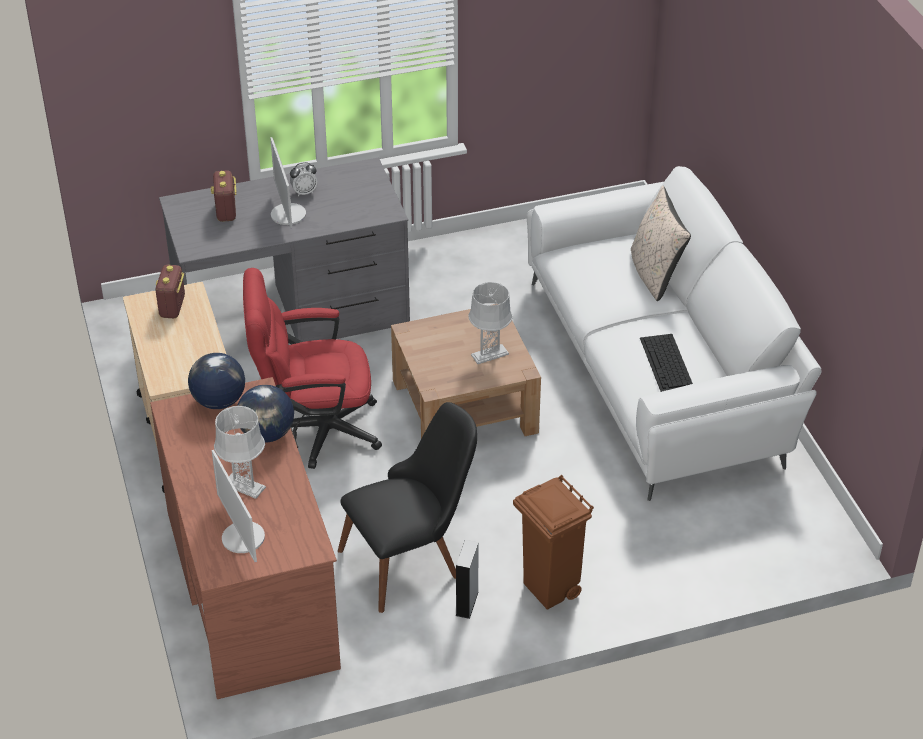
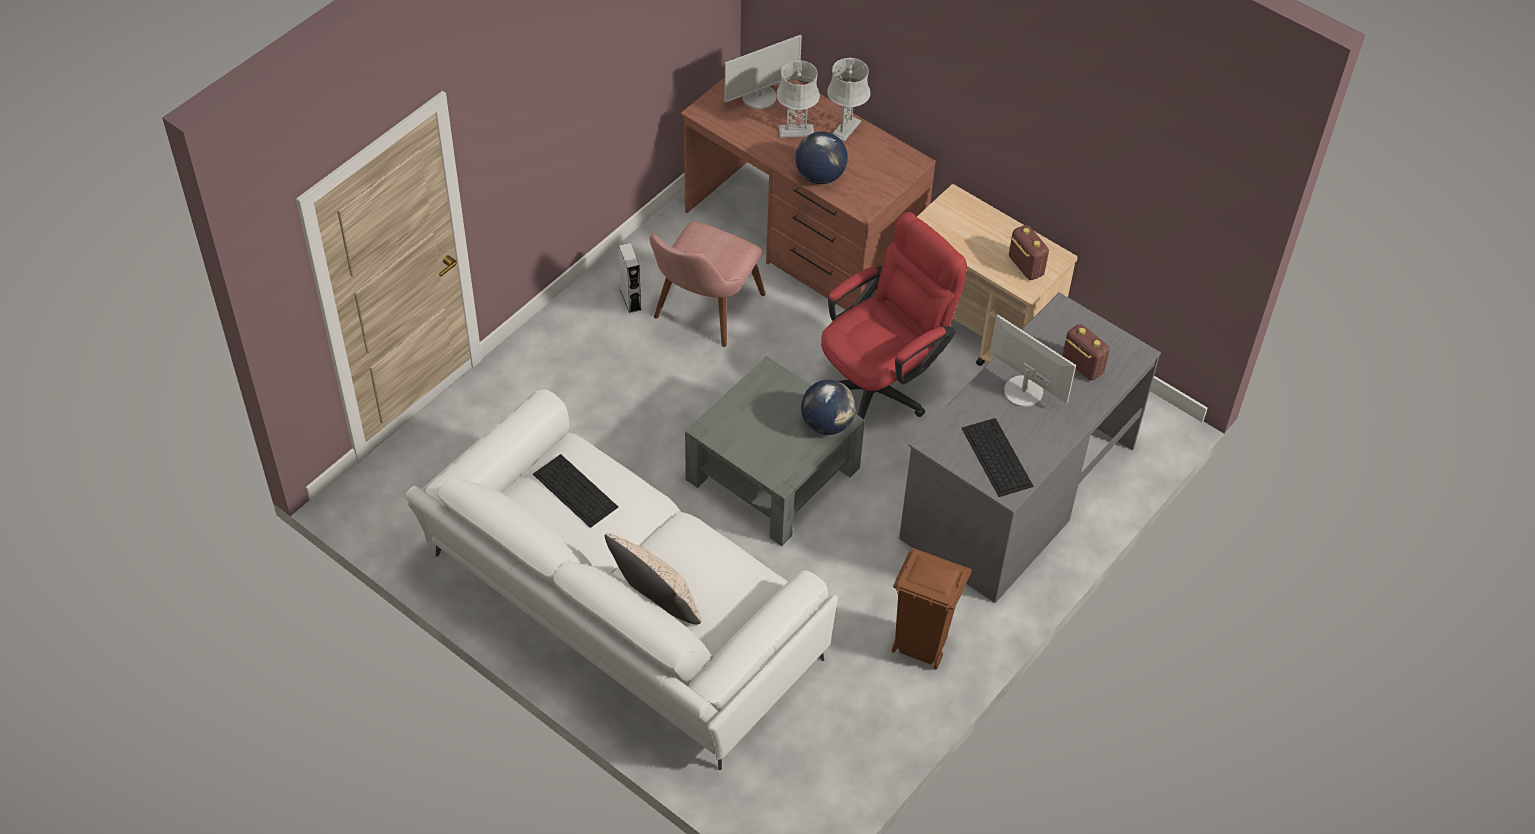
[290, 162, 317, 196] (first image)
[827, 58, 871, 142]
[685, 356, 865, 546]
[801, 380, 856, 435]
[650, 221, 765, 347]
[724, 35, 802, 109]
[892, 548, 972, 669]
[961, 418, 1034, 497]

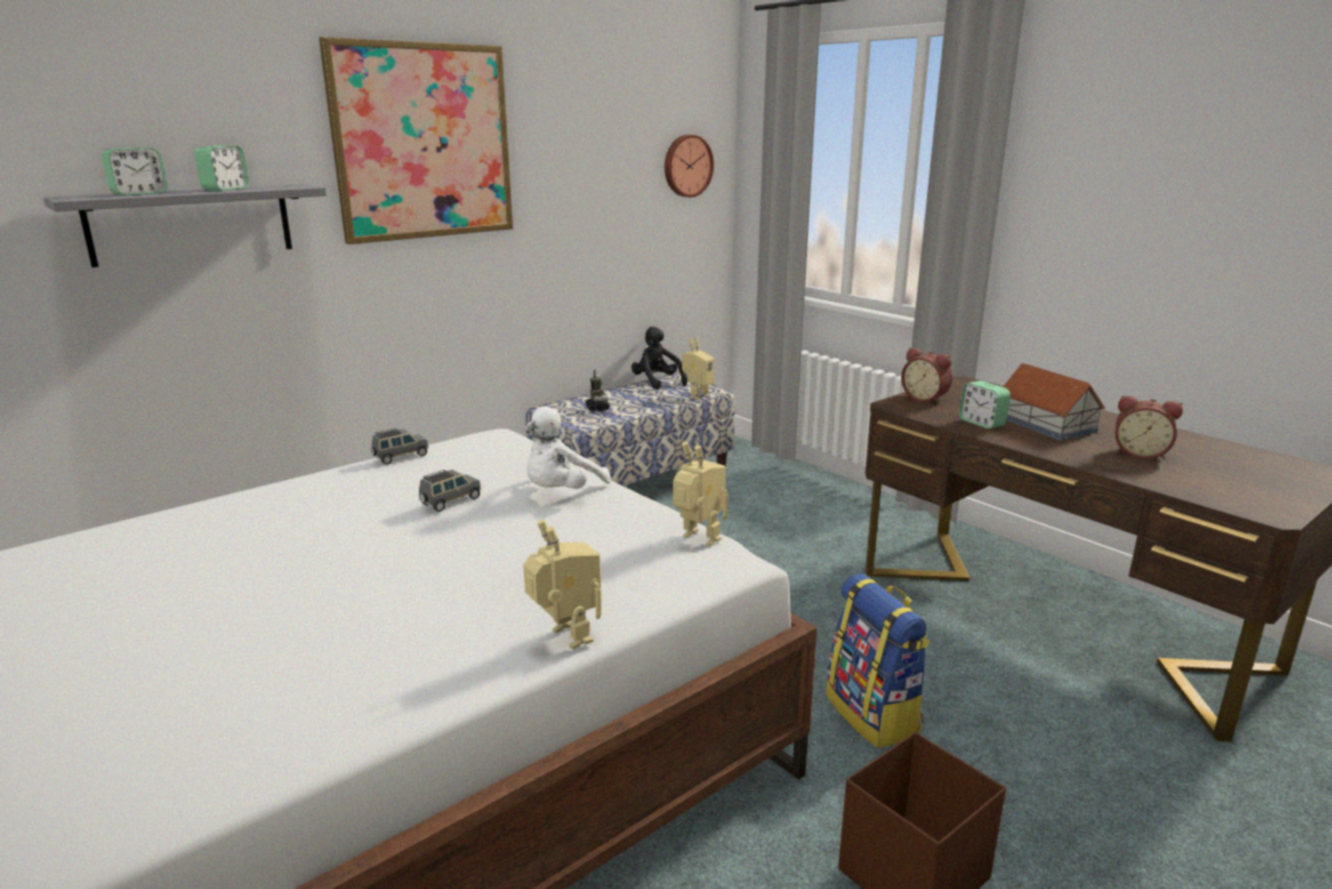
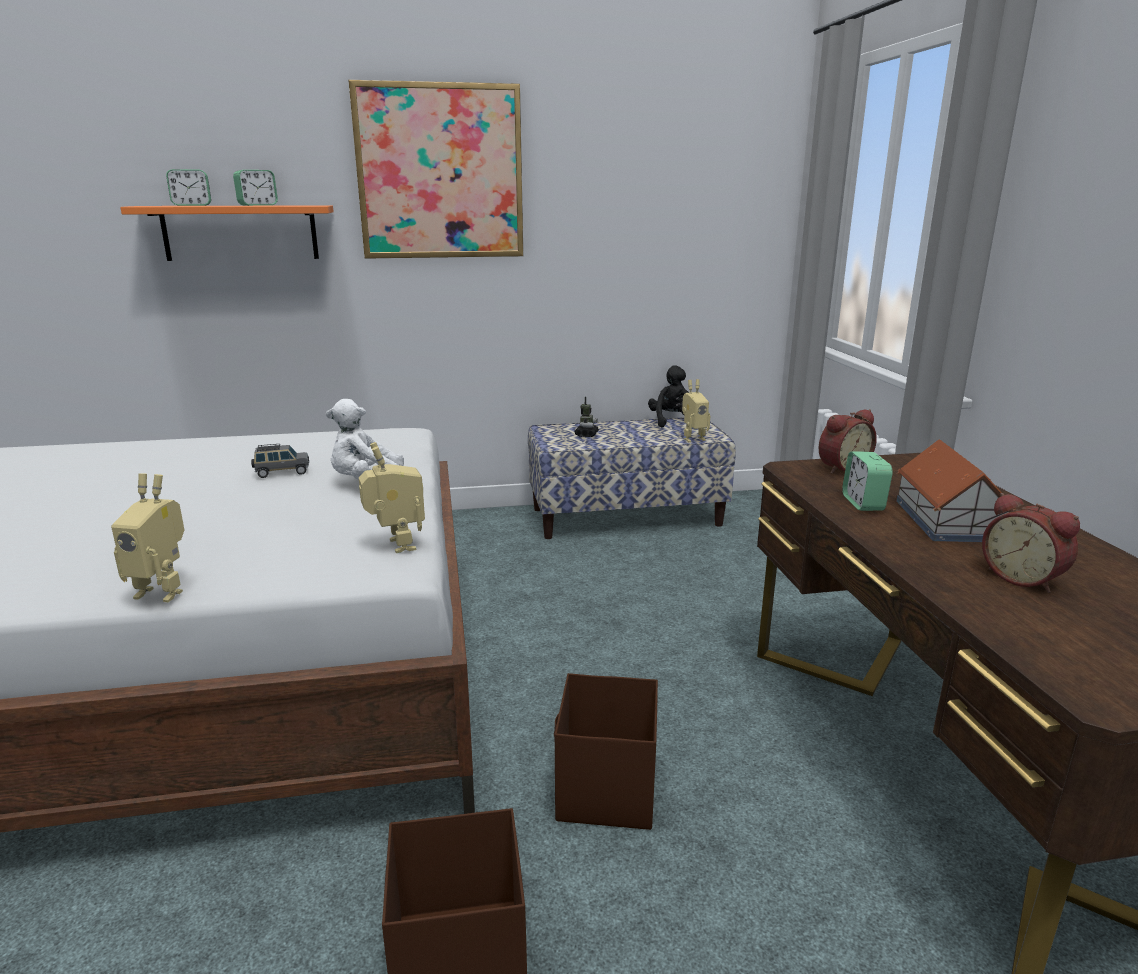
[664, 135, 714, 197] (first image)
[120, 205, 334, 261]
[819, 409, 877, 474]
[371, 428, 429, 465] (first image)
[111, 473, 184, 602]
[554, 673, 658, 830]

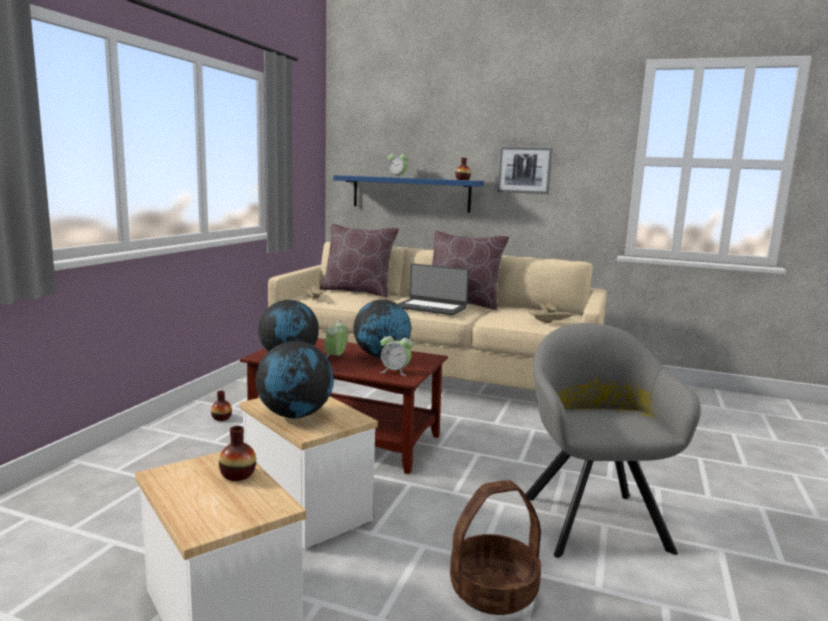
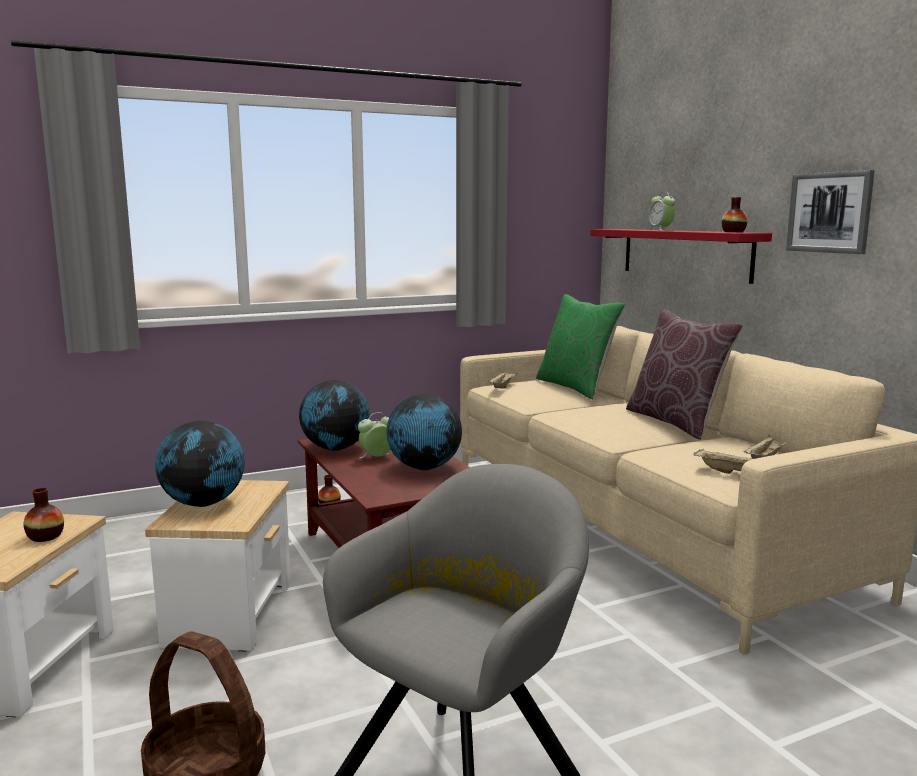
[590, 229, 772, 284]
[536, 294, 625, 399]
[398, 263, 469, 315] (first image)
[380, 332, 413, 376] (first image)

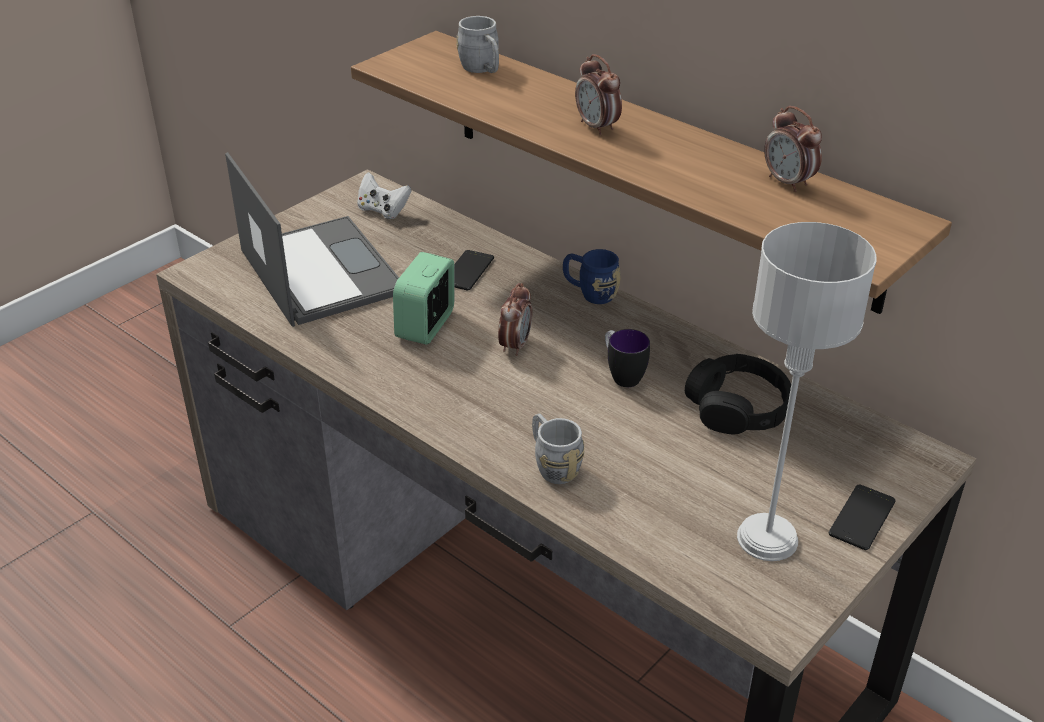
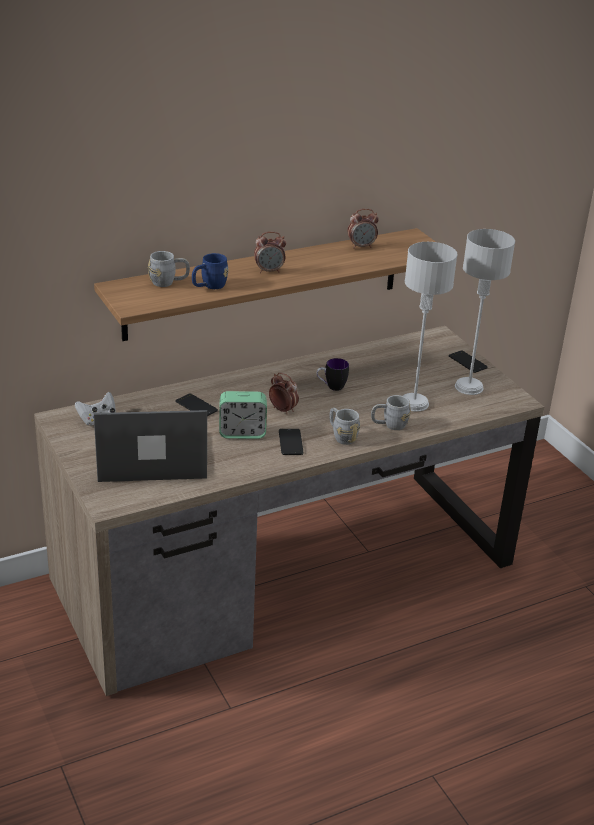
[192, 253, 229, 289]
[219, 391, 267, 439]
[685, 354, 791, 435] (first image)
[403, 242, 458, 412]
[329, 407, 360, 445]
[279, 429, 304, 455]

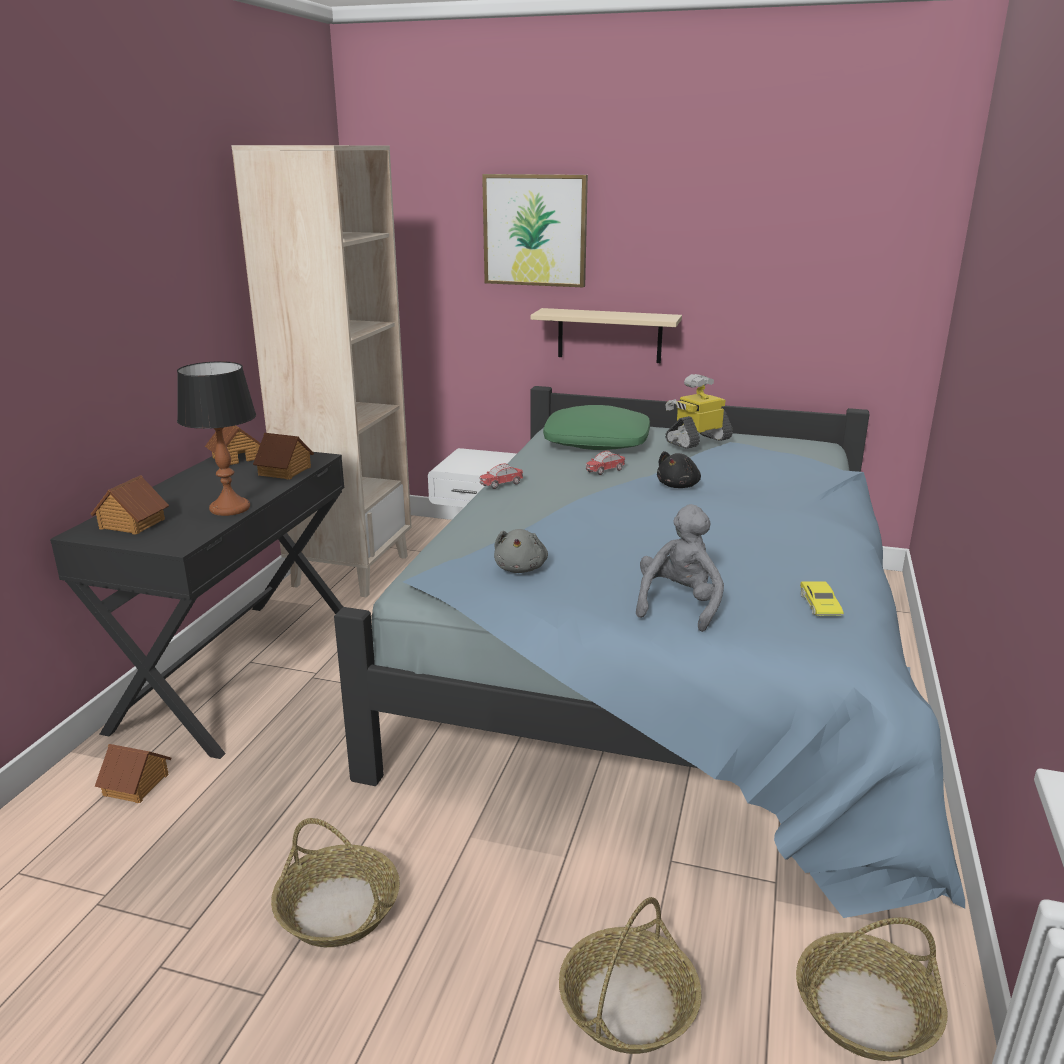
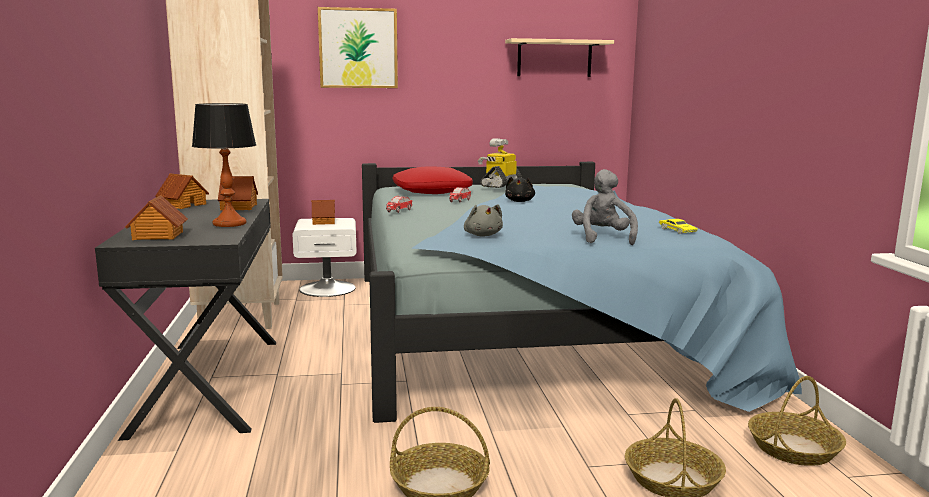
[505, 38, 614, 77]
[393, 166, 473, 194]
[311, 200, 335, 225]

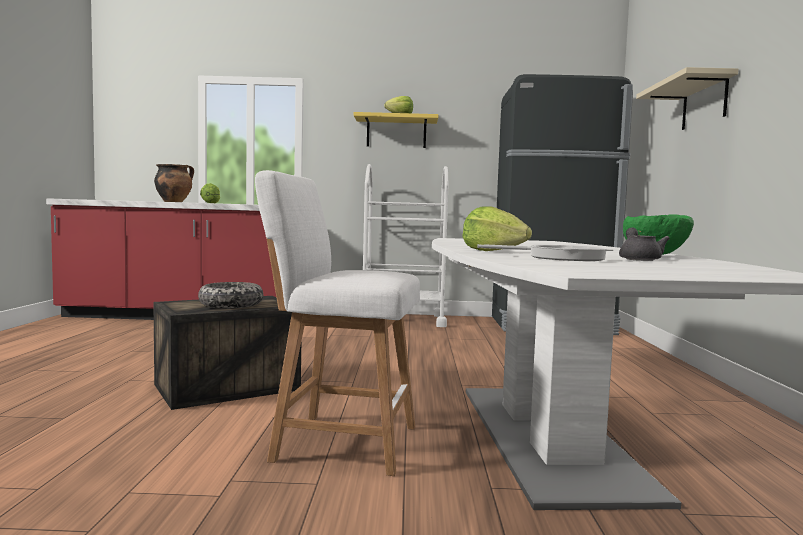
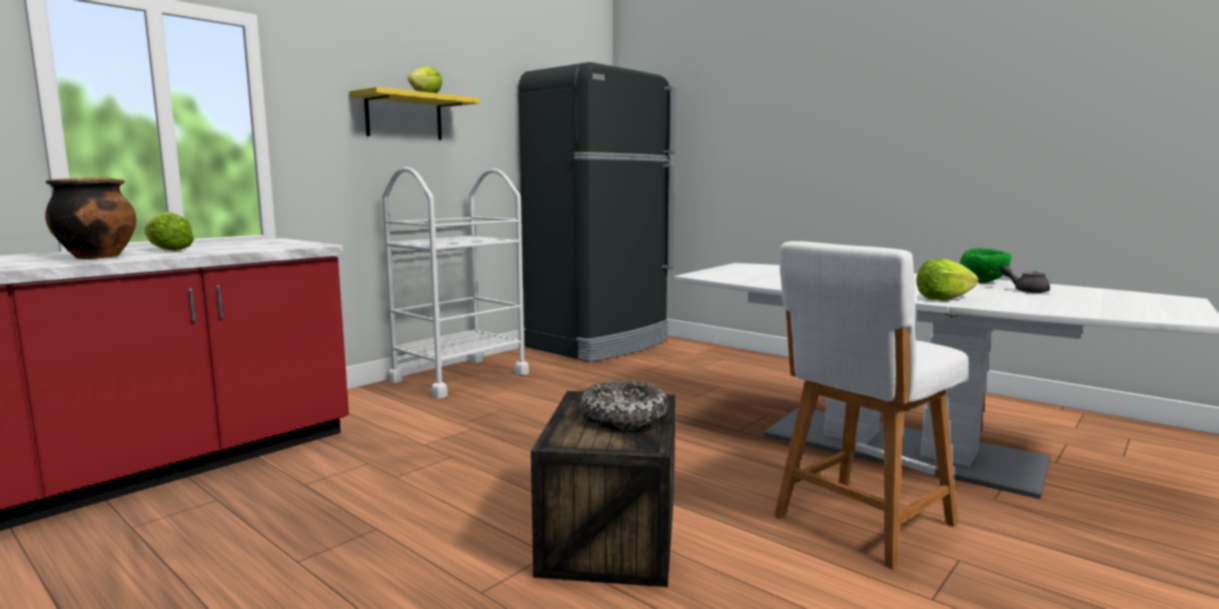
[636, 67, 739, 130] (first image)
[477, 244, 614, 261] (first image)

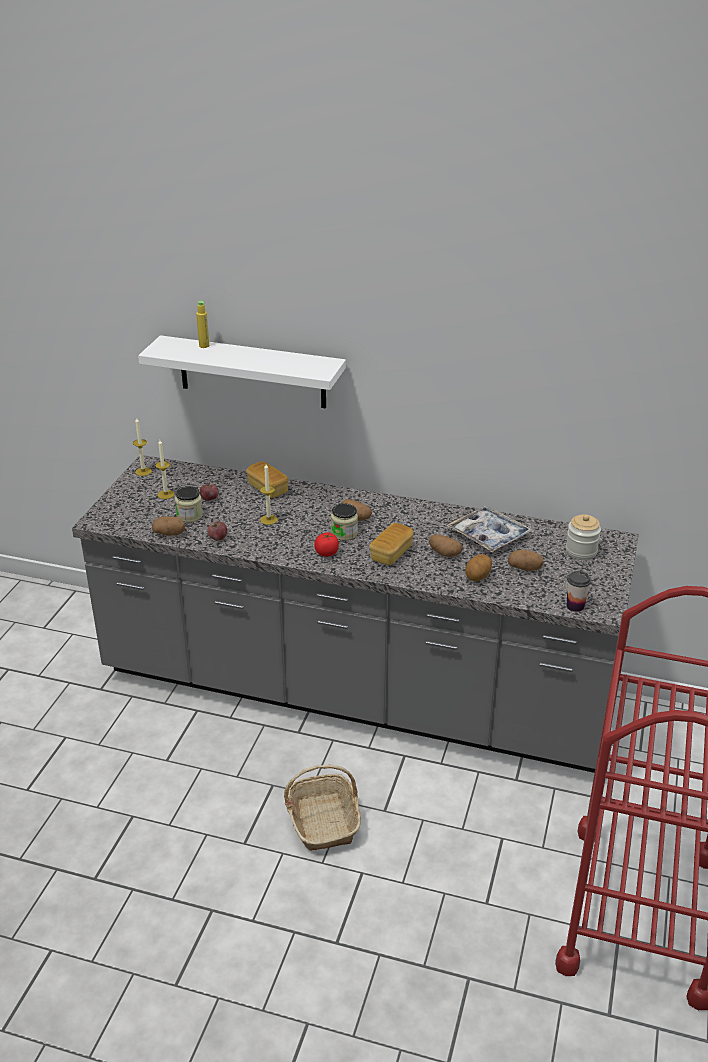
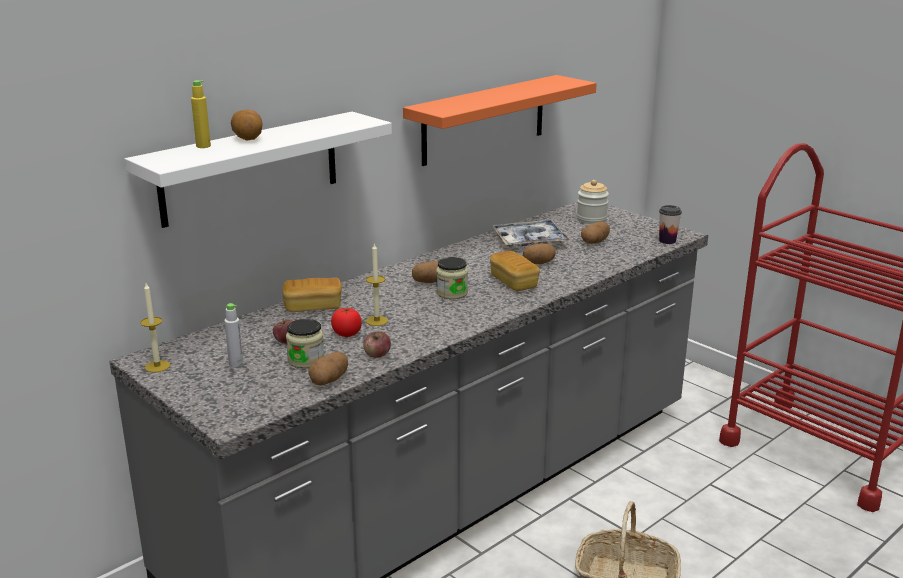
[224, 303, 243, 367]
[331, 308, 362, 337]
[231, 110, 263, 141]
[403, 75, 597, 166]

